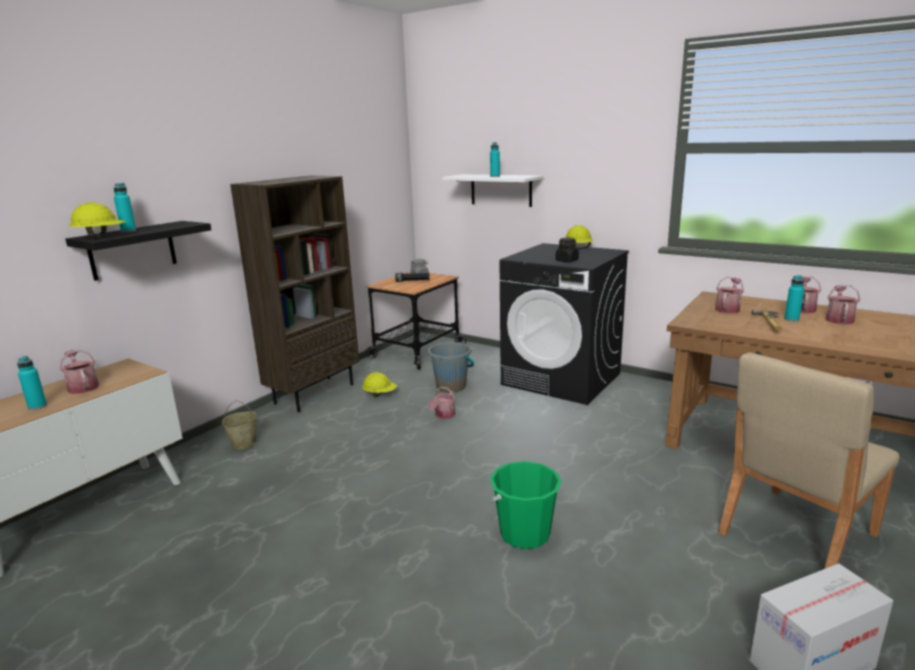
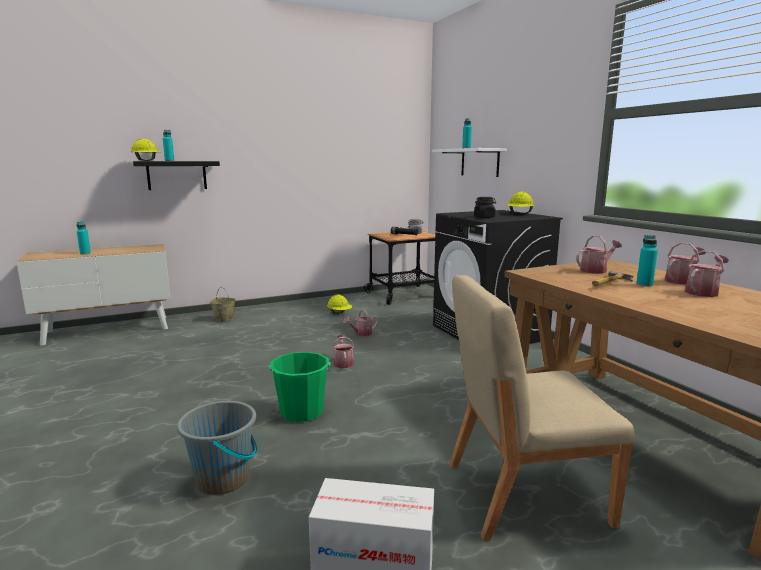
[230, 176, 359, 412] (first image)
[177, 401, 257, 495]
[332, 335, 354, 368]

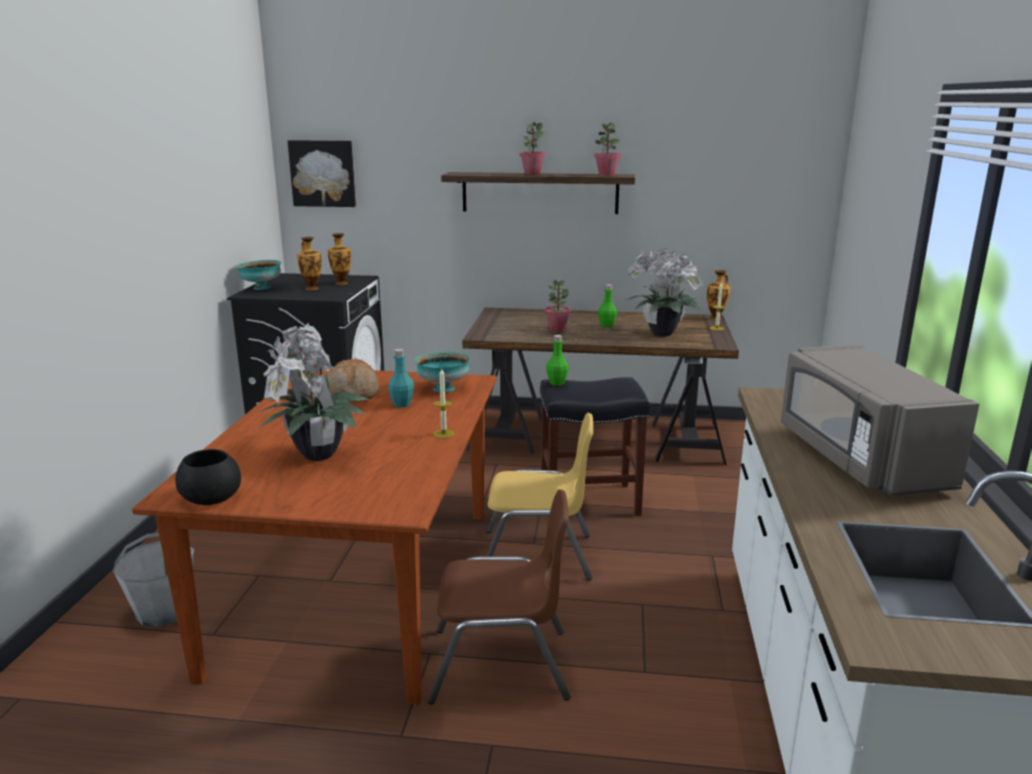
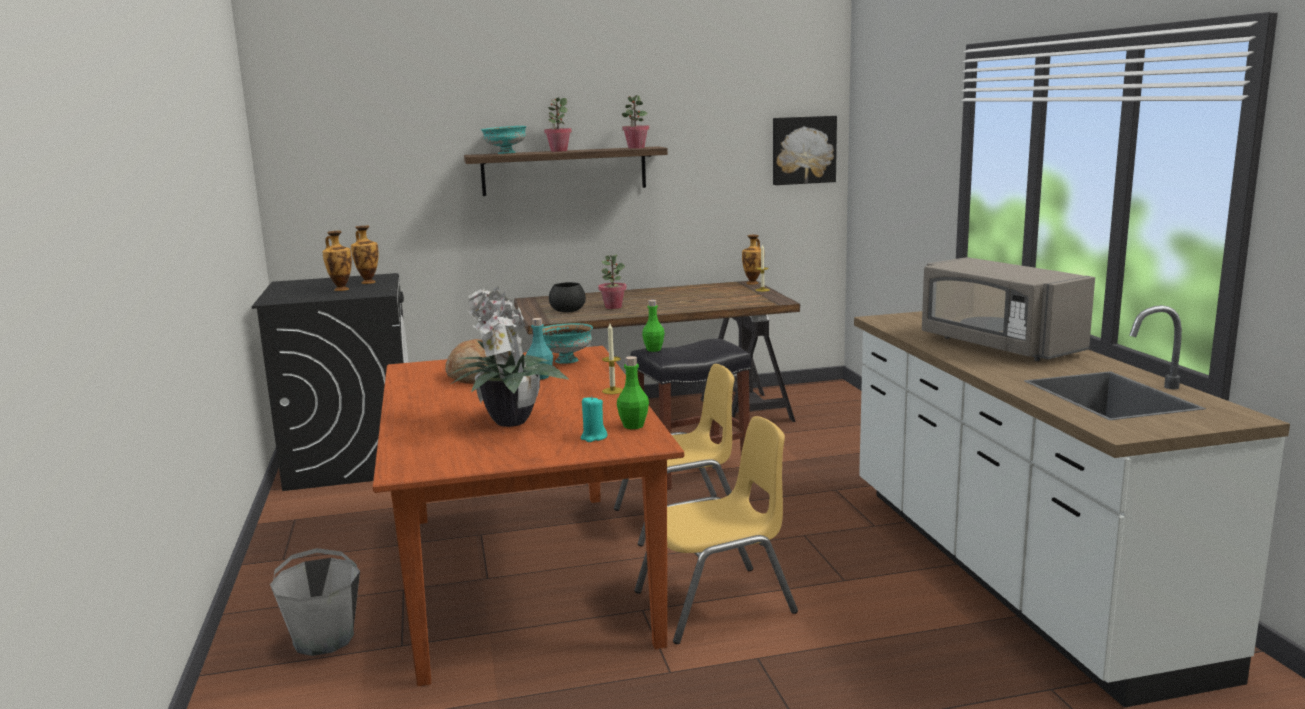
[773, 116, 837, 185]
[626, 248, 704, 336] (first image)
[481, 126, 527, 154]
[617, 356, 649, 429]
[549, 282, 586, 312]
[634, 416, 798, 644]
[581, 396, 607, 442]

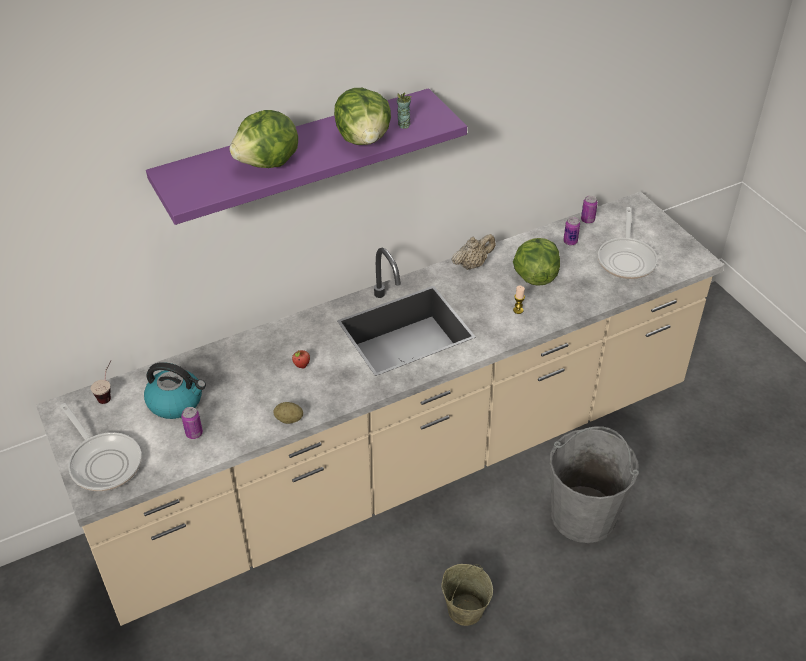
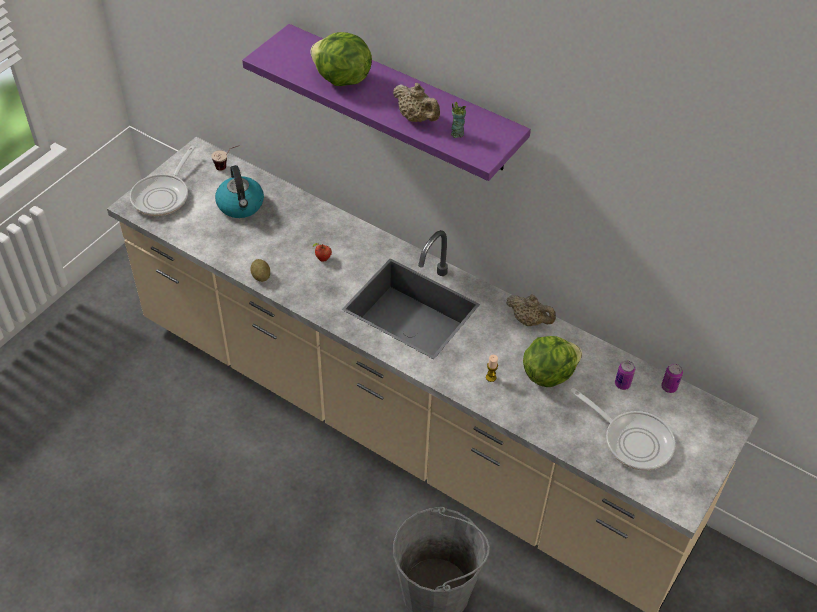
[393, 83, 440, 122]
[570, 388, 676, 471]
[181, 407, 203, 439] (first image)
[441, 564, 493, 626] (first image)

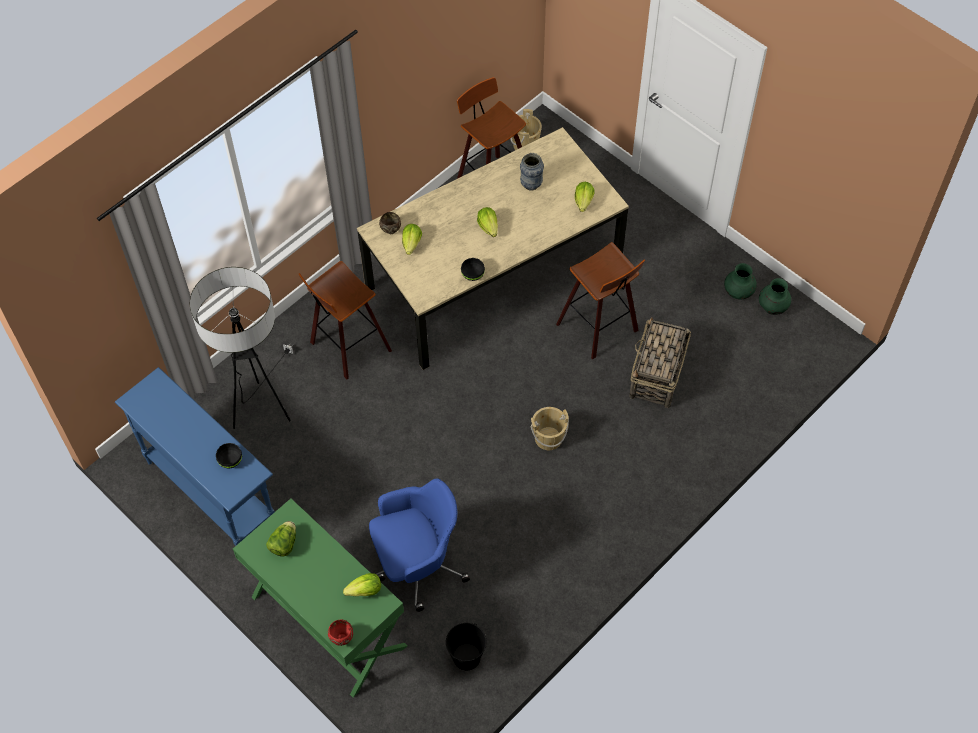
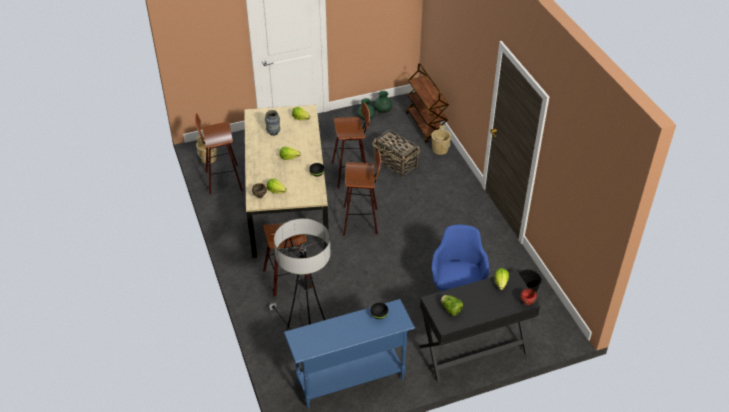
[431, 125, 451, 155]
[419, 270, 540, 383]
[406, 63, 449, 143]
[343, 150, 381, 236]

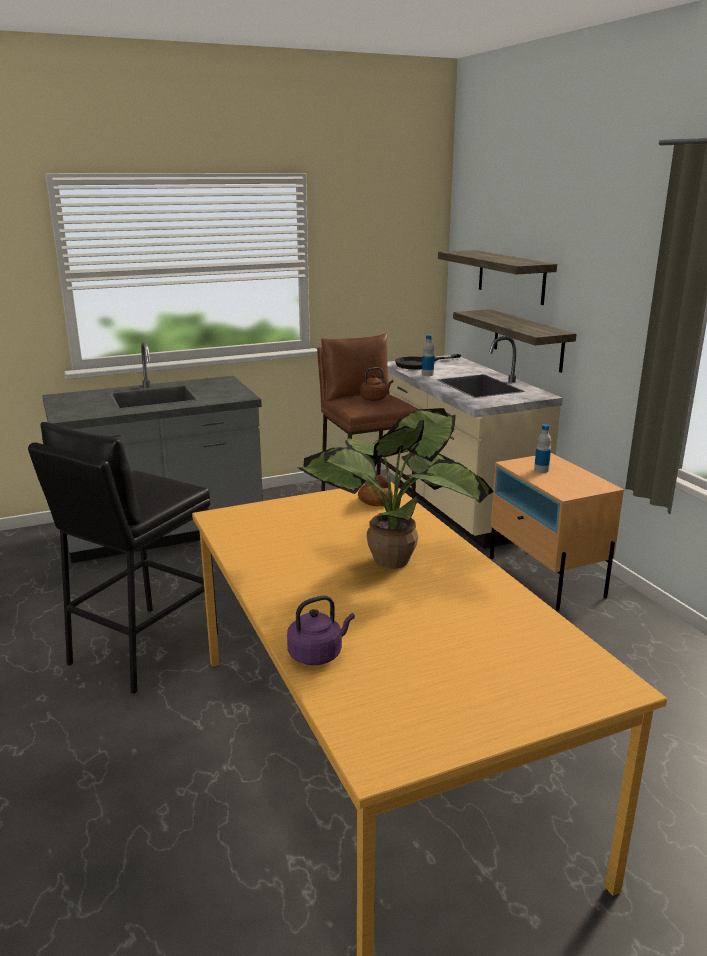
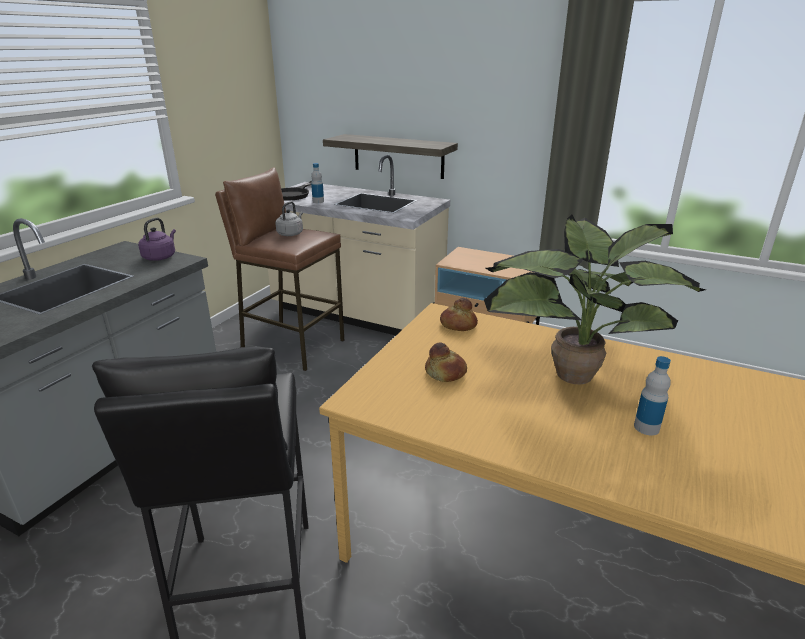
[438, 250, 557, 305] (first image)
[275, 201, 303, 236]
[634, 356, 671, 436]
[138, 218, 176, 261]
[425, 342, 467, 382]

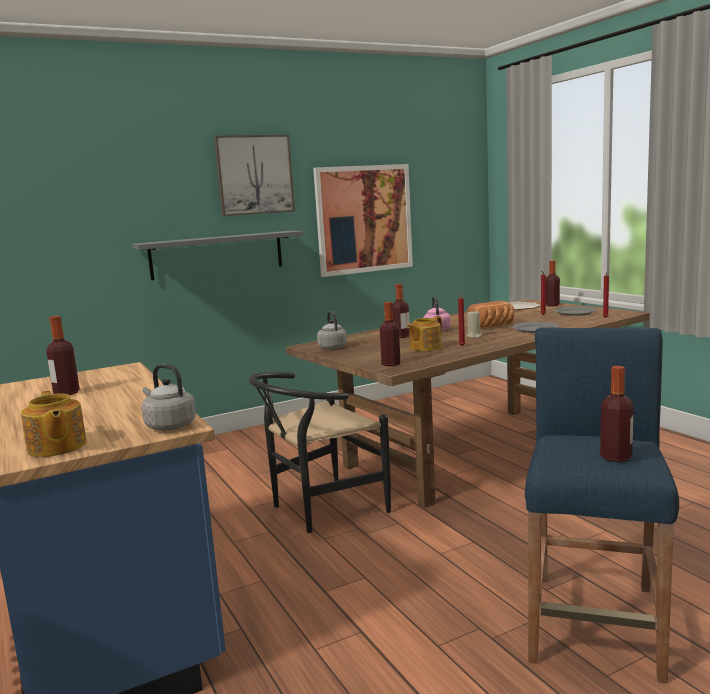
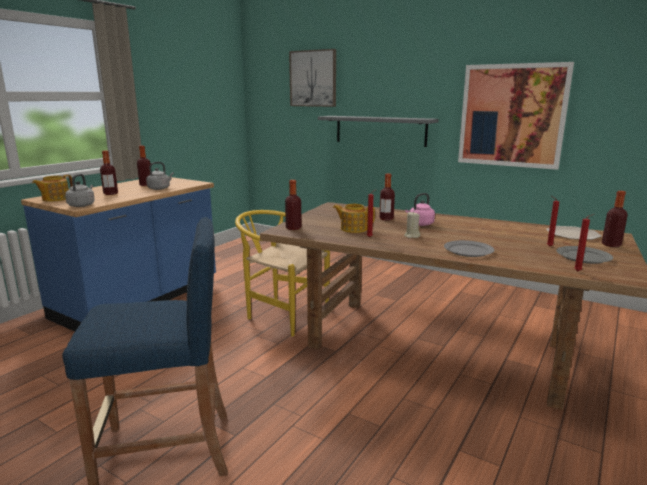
[289, 49, 336, 107]
[467, 301, 514, 327] (first image)
[146, 162, 174, 190]
[100, 151, 118, 195]
[235, 210, 330, 337]

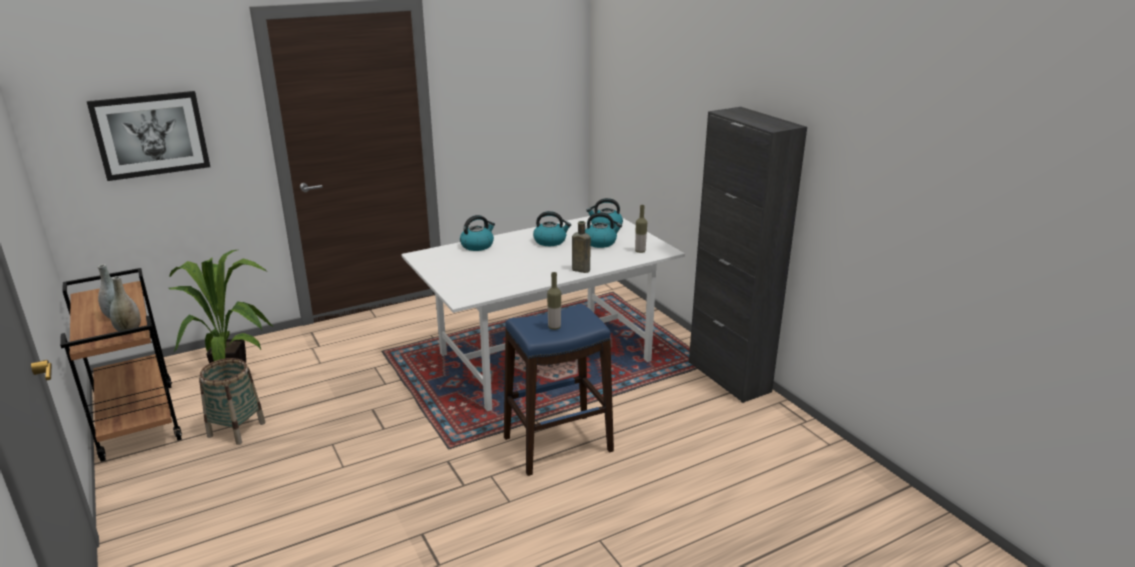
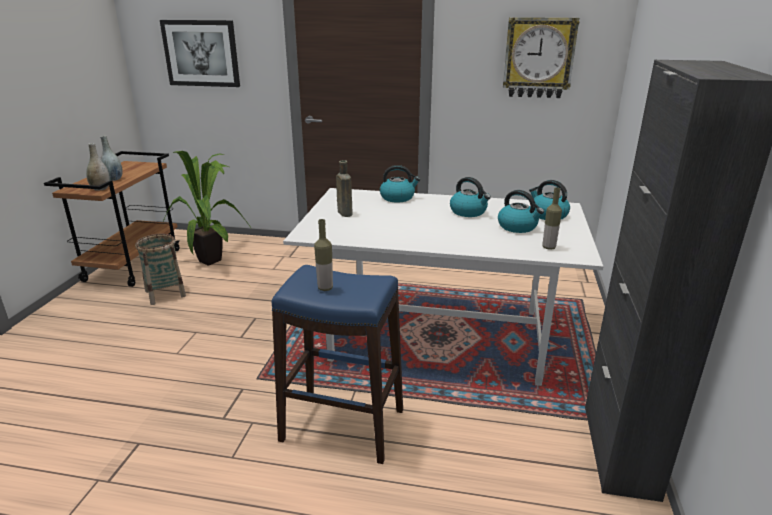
[336, 160, 353, 217]
[503, 17, 579, 98]

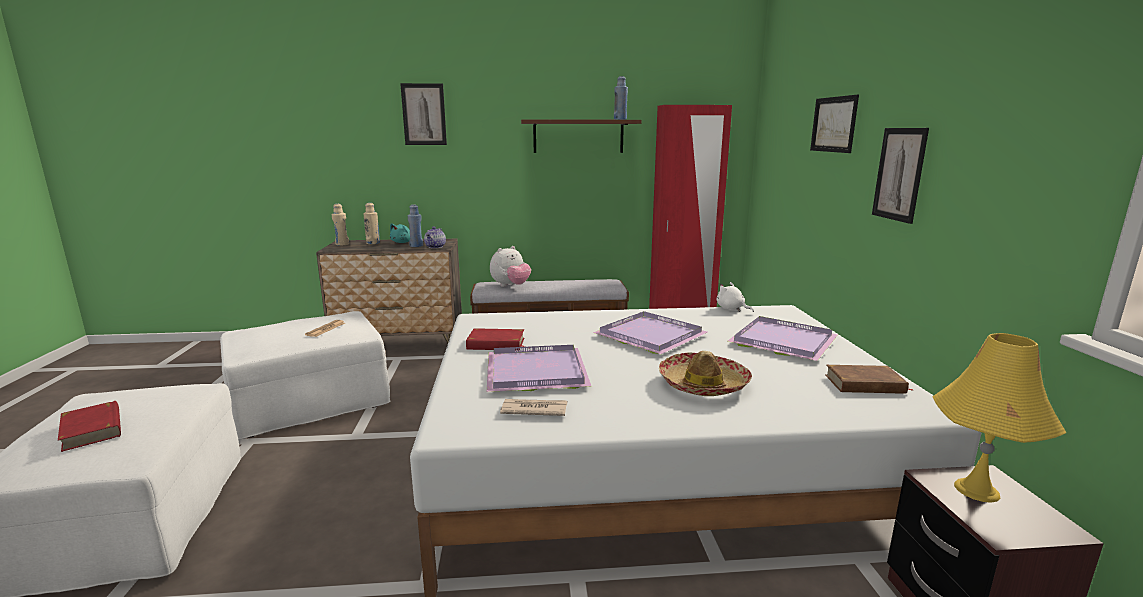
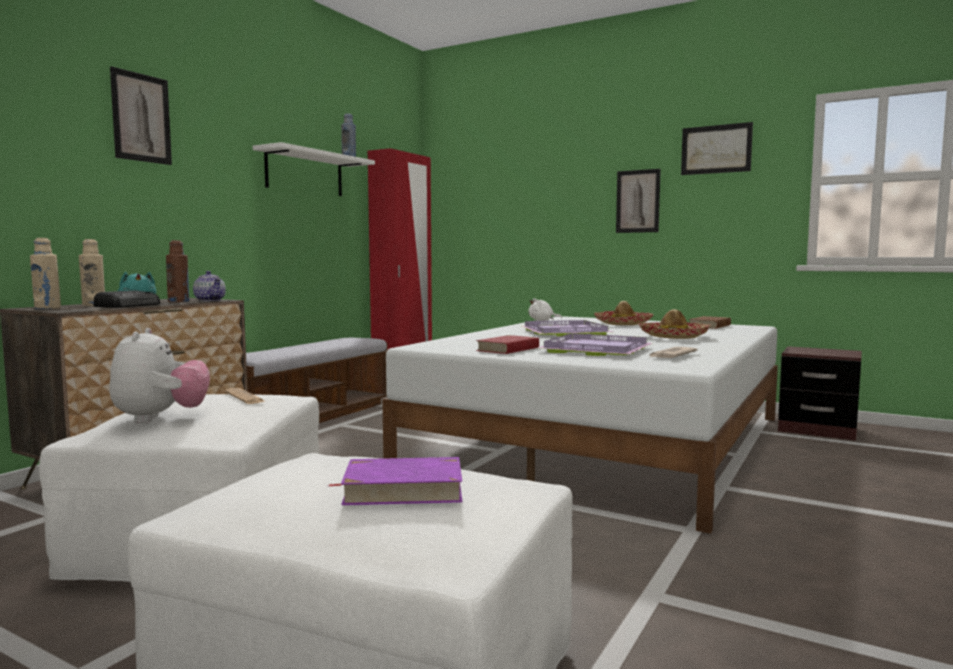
[681, 122, 753, 175]
[253, 142, 375, 196]
[166, 240, 189, 302]
[109, 328, 210, 423]
[594, 301, 654, 325]
[932, 333, 1066, 503] (first image)
[329, 457, 462, 505]
[94, 290, 160, 308]

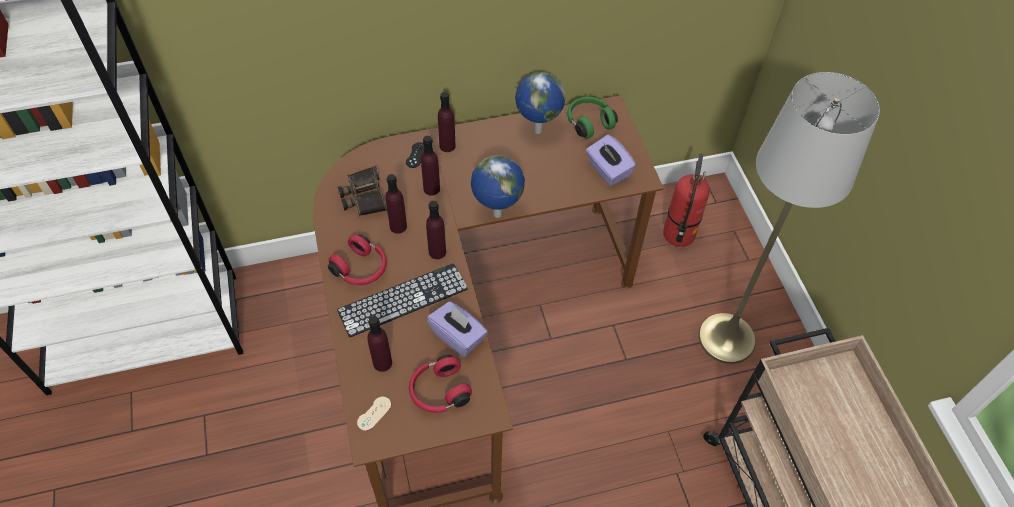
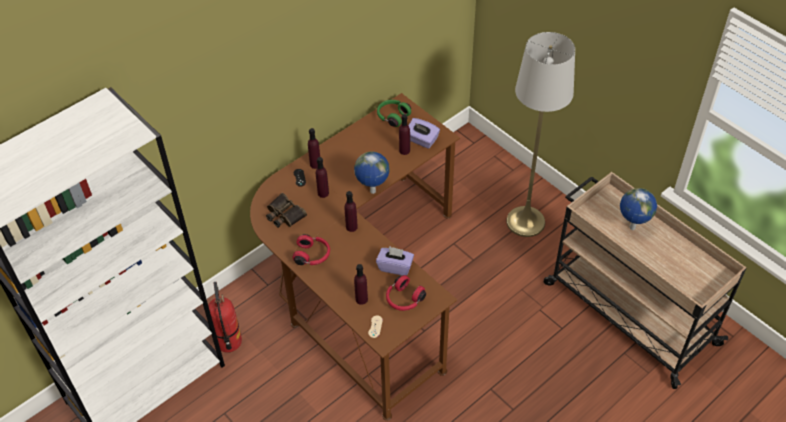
[620, 188, 657, 230]
[208, 282, 242, 353]
[399, 114, 410, 155]
[337, 263, 468, 337] (first image)

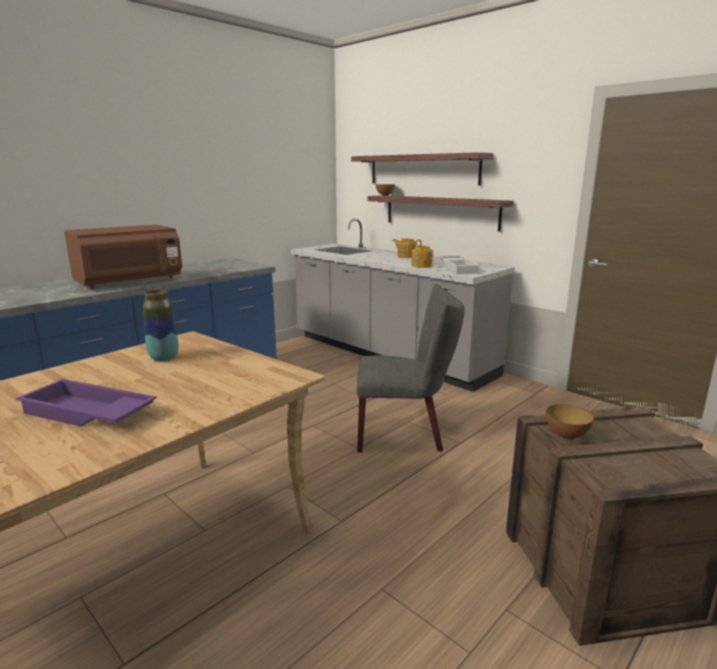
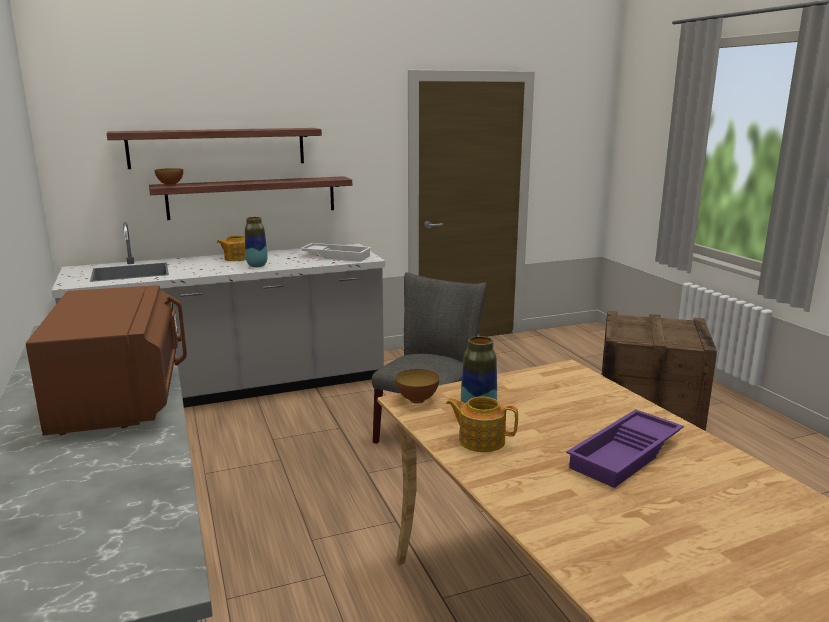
[446, 396, 518, 452]
[395, 369, 439, 404]
[245, 217, 268, 267]

